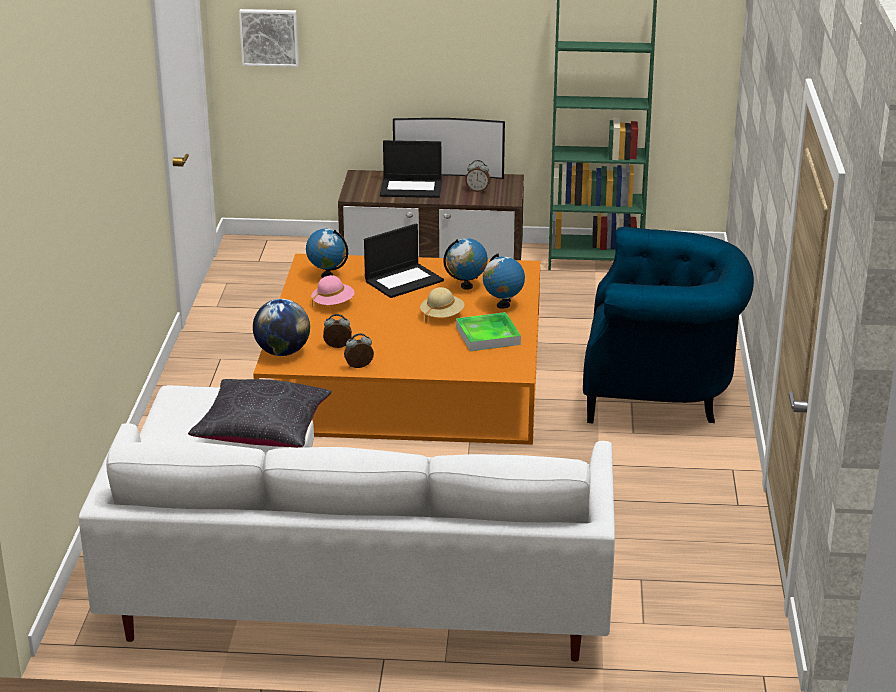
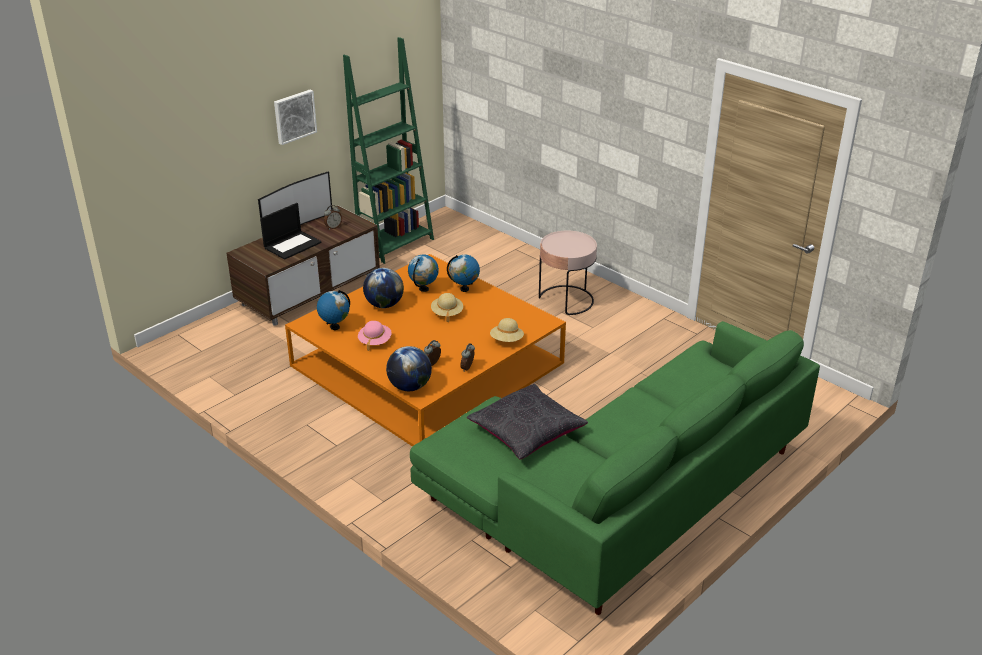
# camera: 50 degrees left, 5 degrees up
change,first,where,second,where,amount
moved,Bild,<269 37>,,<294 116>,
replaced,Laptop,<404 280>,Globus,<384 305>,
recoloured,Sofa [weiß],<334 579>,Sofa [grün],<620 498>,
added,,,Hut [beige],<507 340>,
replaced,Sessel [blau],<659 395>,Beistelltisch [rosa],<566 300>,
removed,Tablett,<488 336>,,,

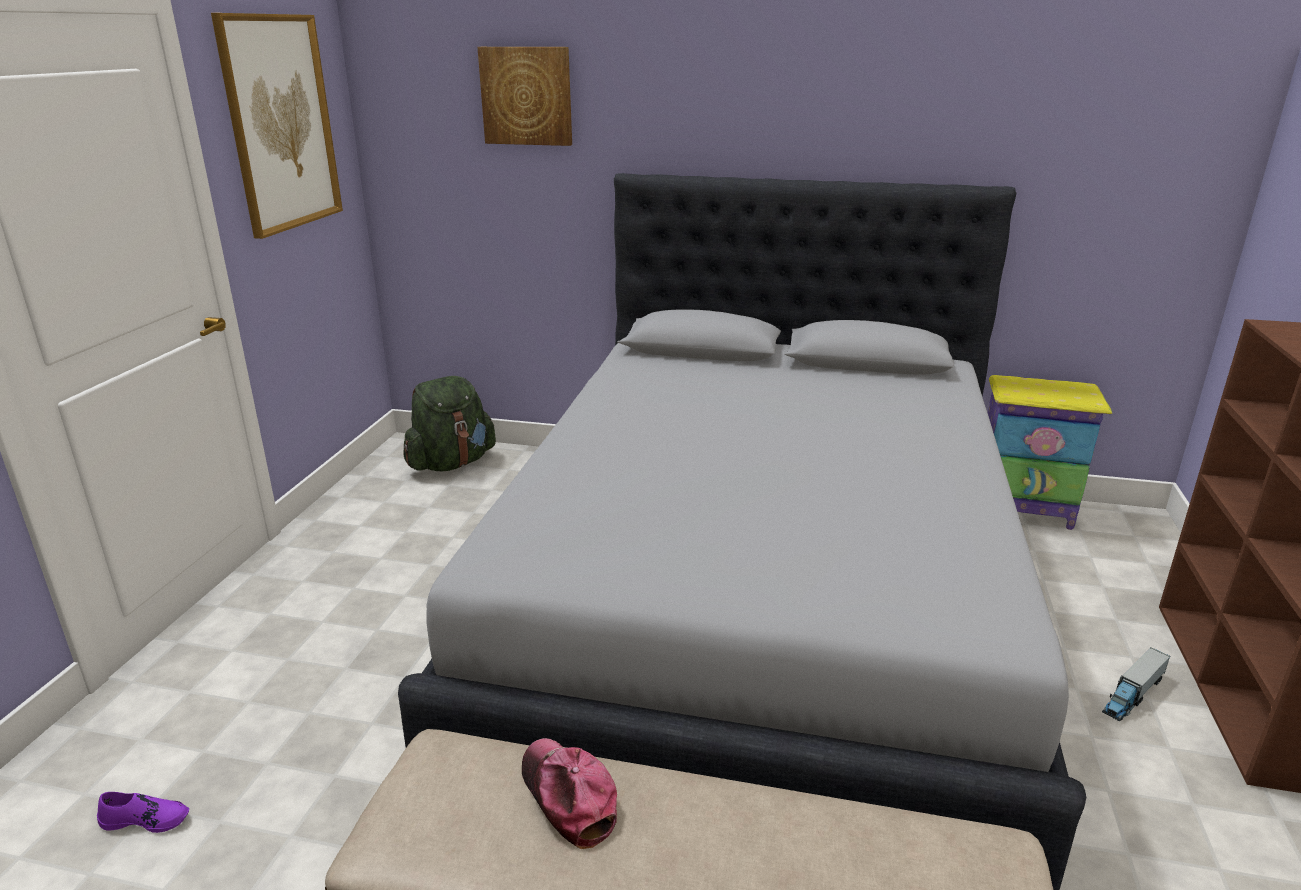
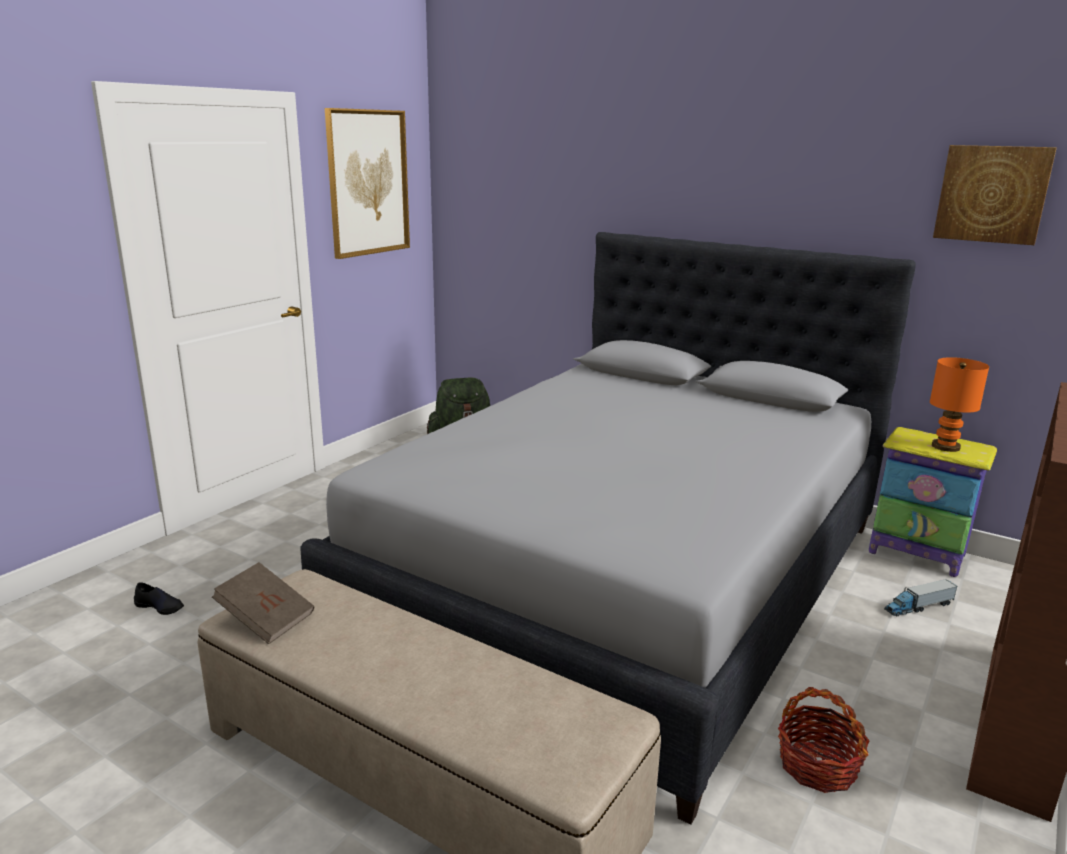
# camera: 20 degrees right, 5 degrees down
change,first,where,second,where,amount
recoloured,Schuh [lila],<146 819>,Schuh [schwarz],<160 607>,
added,,,Buch [braun],<266 619>,
added,,,Korb,<817 766>,
moved,Spielzeuglaster,<1132 695>,,<918 607>,
added,,,Tischlampe [orange],<946 447>,
moved,Bild,<527 96>,,<992 194>,
removed,Kappe,<568 797>,,,

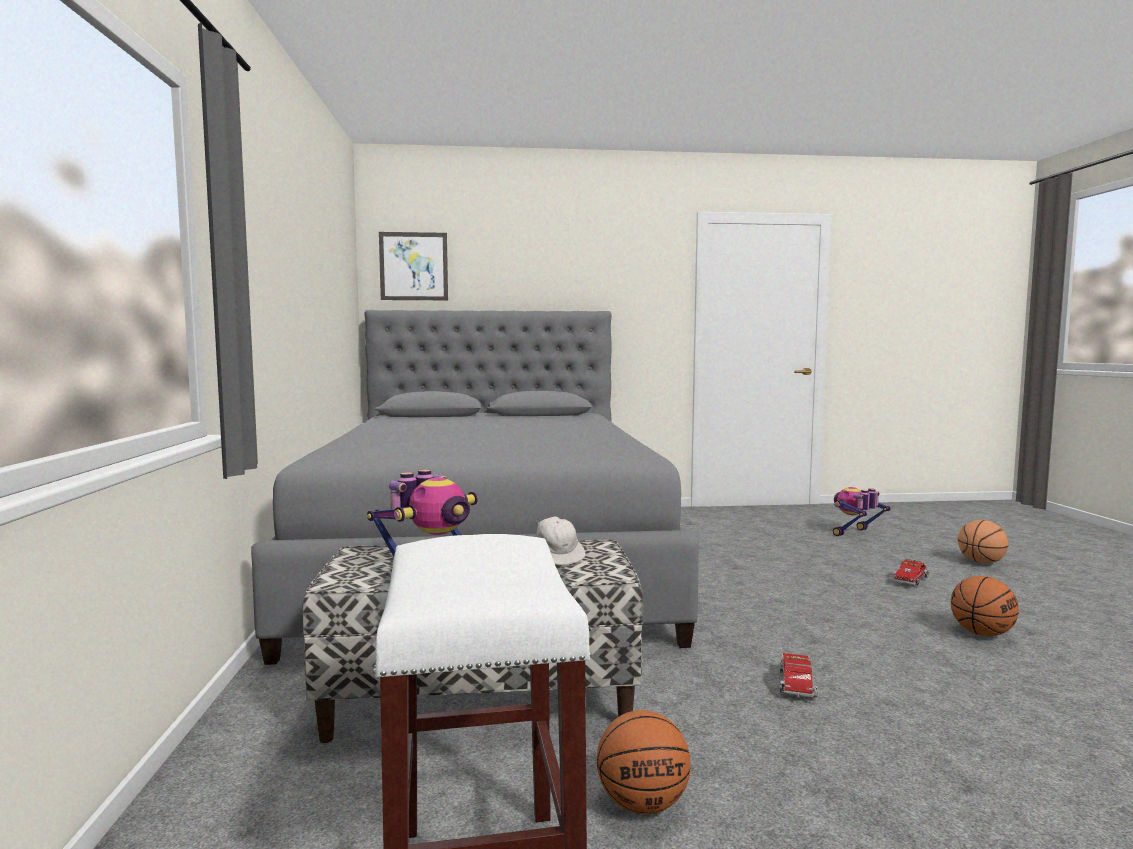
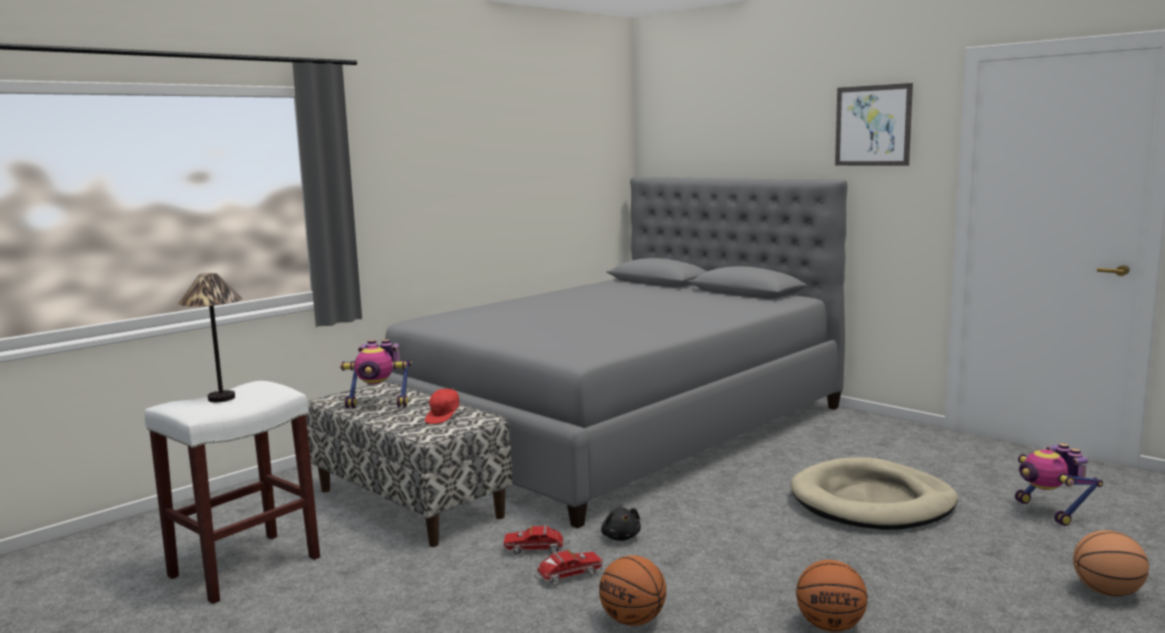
# camera: 50 degrees right, 5 degrees up
change,first,where,second,where,amount
added,,,Tischlampe,<221 398>,
recoloured,Kappe [weiß],<559 556>,Kappe [rot],<444 418>,
moved,Spielzeuglaster,<910 580>,,<537 550>,
moved,Basketball,<642 804>,,<633 620>,
added,,,Plüschtier [schwarz],<620 537>,
added,,,Hundebett [beige],<872 502>,
moved,Bild,<413 266>,,<873 125>,
turned,Spielzeugroboter,<855 534>,,<1049 512>,120 degrees counterclockwise

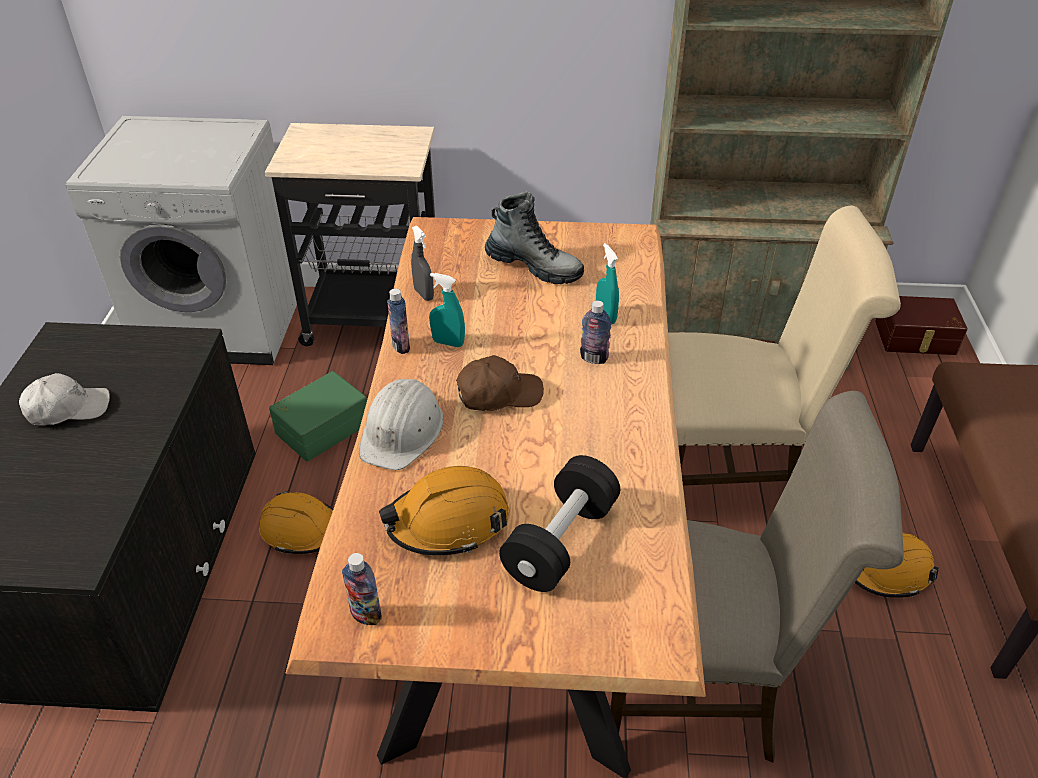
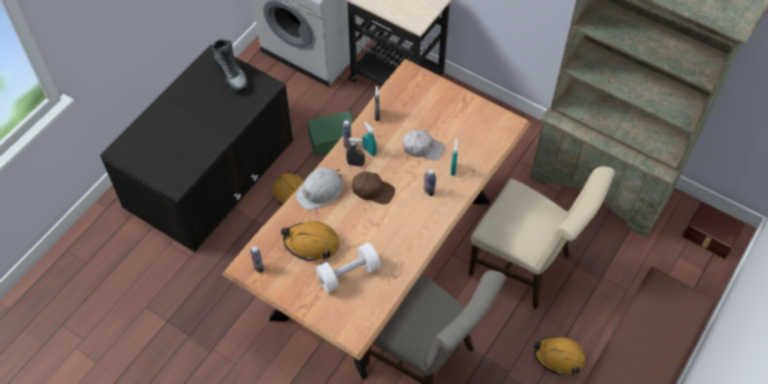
# camera: 30 degrees right, 15 degrees up
change,first,where,second,where,amount
moved,Stiefel,<534 266>,,<232 75>,
recoloured,Hantel [schwarz],<560 541>,Hantel [weiß],<348 274>,
added,,,Sprühflasche [grau],<355 164>,
moved,Kappe [weiß],<68 408>,,<422 148>,

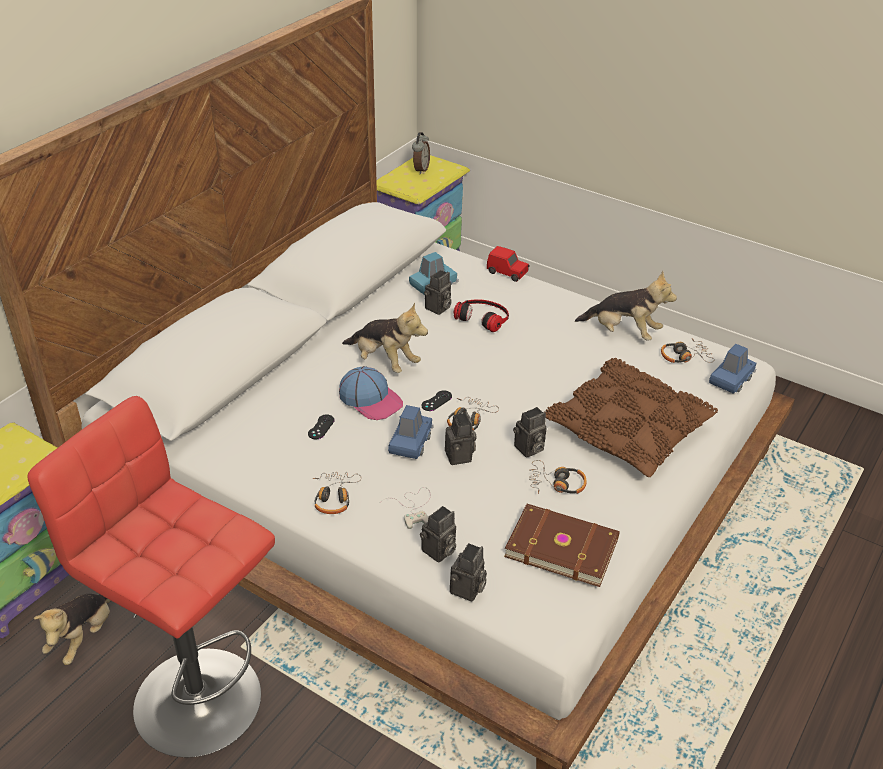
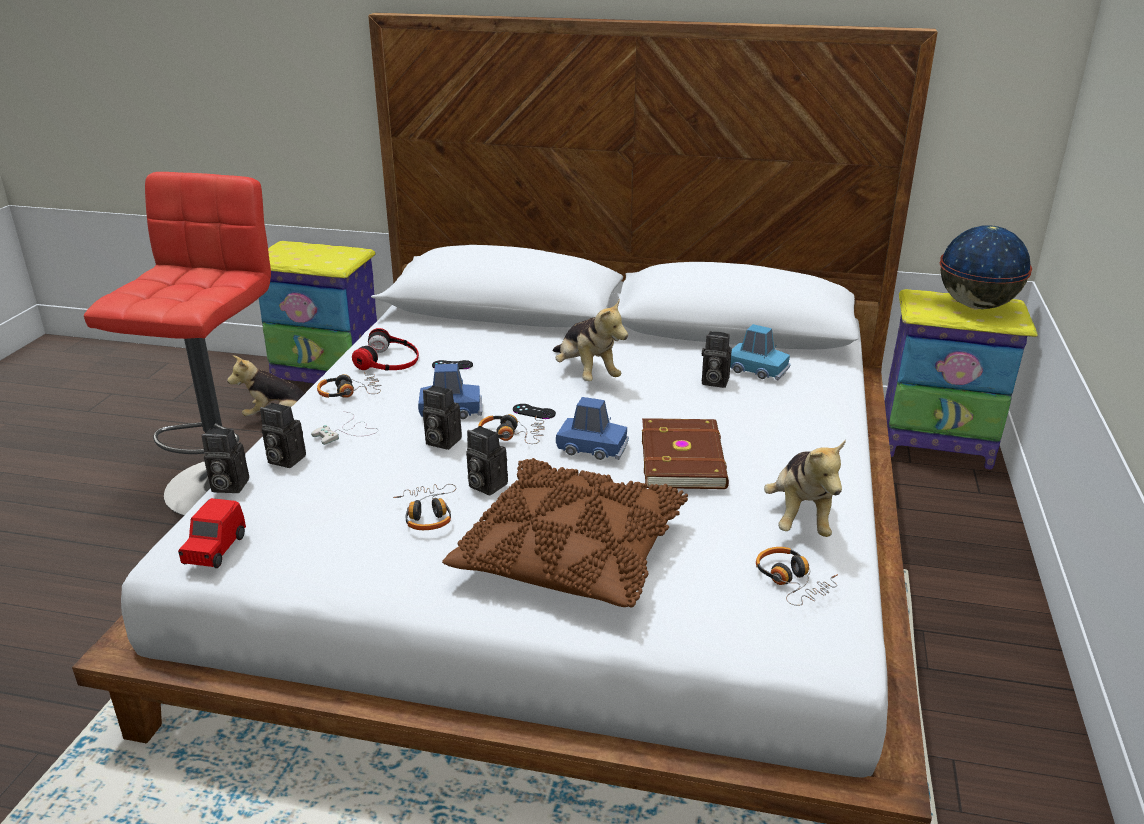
# camera: 70 degrees right, 10 degrees down
change,first,where,second,where,amount
moved,Spielzeugauto [rot],<507 273>,,<215 550>,
moved,Kopfhörer,<483 317>,,<389 360>,
turned,Kamera,<460 457>,,<440 441>,60 degrees clockwise
turned,Plüschtier,<384 361>,,<586 374>,45 degrees counterclockwise
moved,Spielzeugauto [blau],<731 379>,,<592 448>,
moved,Buch [braun],<561 546>,,<685 458>,
replaced,Wecker,<420 170>,Globus,<976 305>,
removed,Kappe,<371 400>,,,

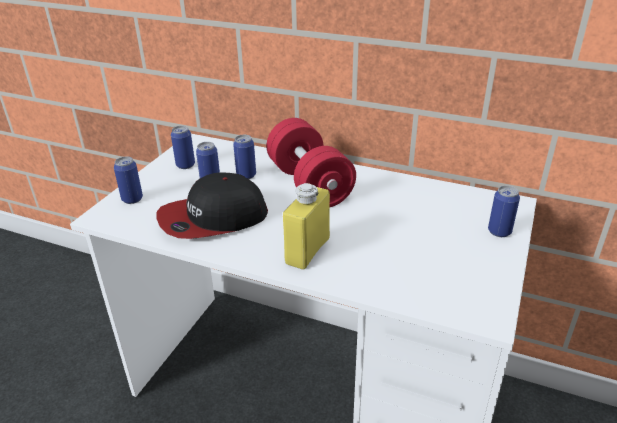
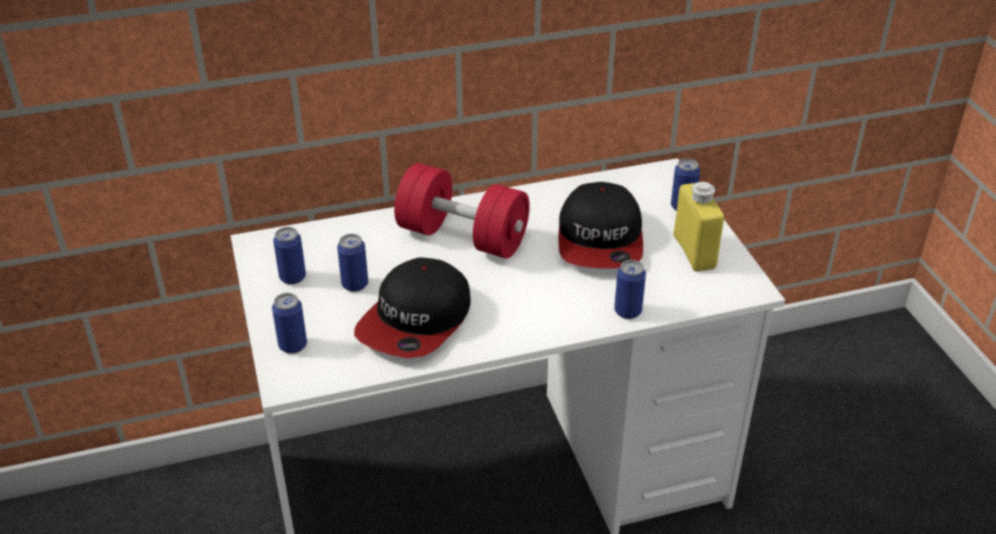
# camera: 40 degrees left, 5 degrees up
change,first,where,second,where,amount
added,,,Kappe,<600 240>,
moved,Dose,<246 175>,,<627 311>,
moved,Flasche [gelb],<307 251>,,<694 252>,

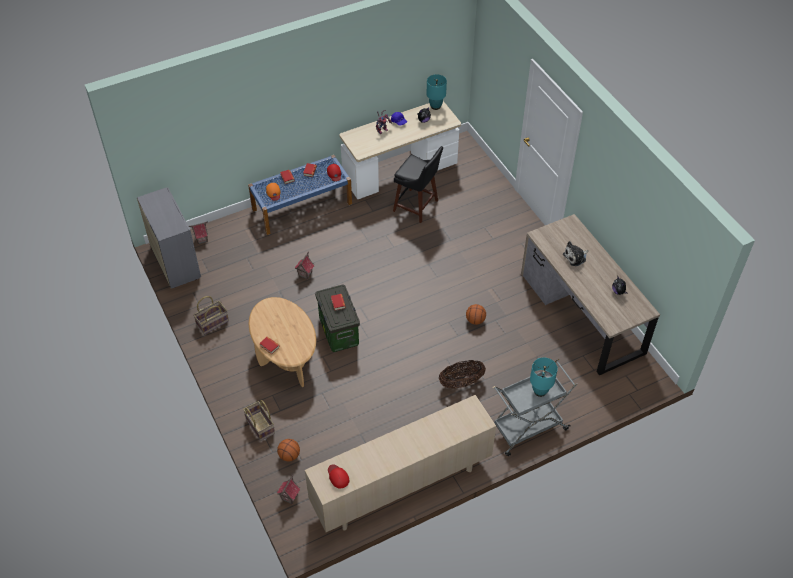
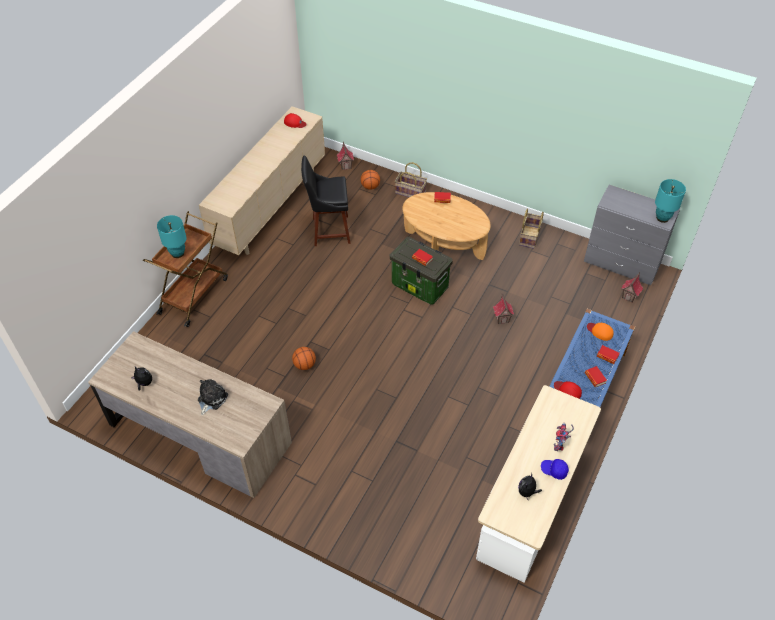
# camera: 145 degrees right, 0 degrees up
change,first,where,second,where,amount
recoloured,Rollwagen [grau],<527 429>,Rollwagen [braun],<194 296>,
moved,Stuhl [schwarz],<417 206>,,<328 230>,
moved,Tischlampe [türkis],<435 106>,,<662 218>,
removed,Korb,<461 382>,,,

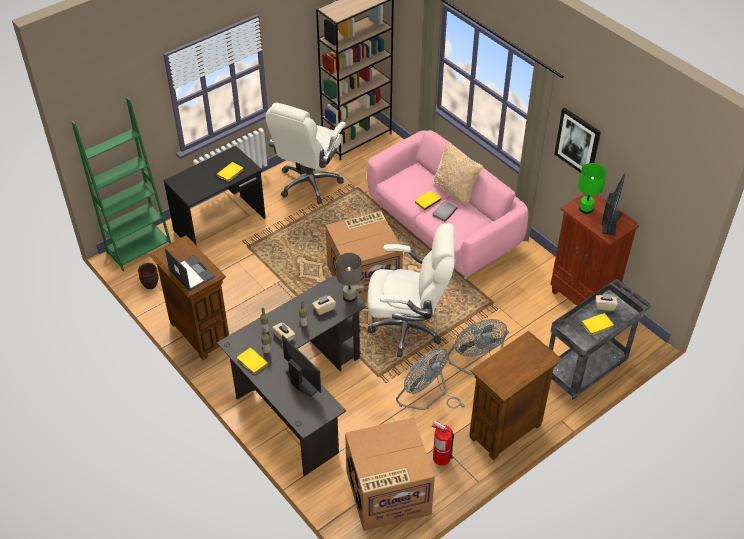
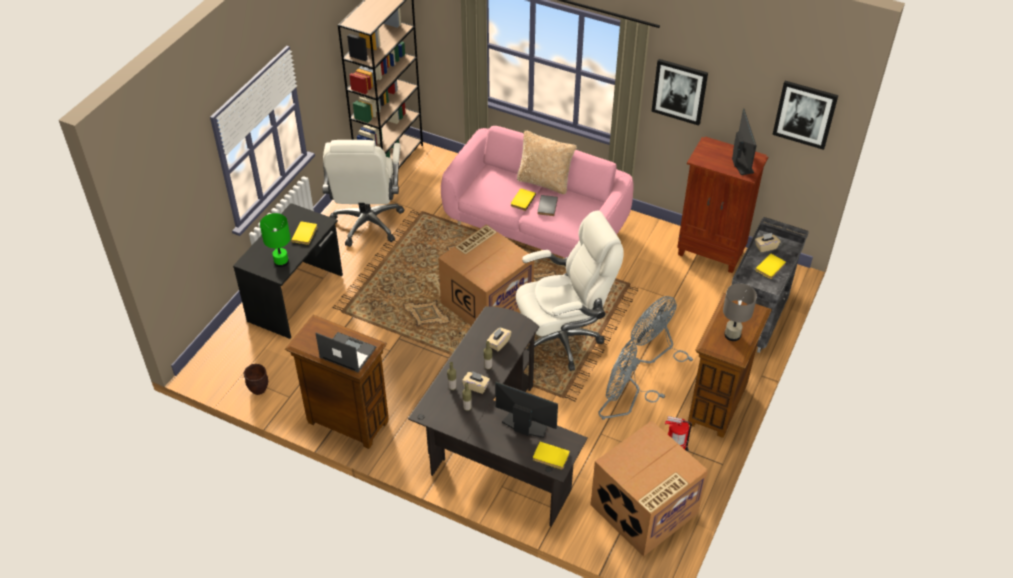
# camera: 25 degrees left, 0 degrees up
change,first,where,second,where,amount
moved,Tischlampe [grün],<586 209>,,<281 262>,
moved,Buch [gelb],<251 362>,,<550 457>,
moved,Tischlampe [grau],<349 296>,,<732 335>,
added,,,Bild,<805 114>,
removed,Bücherregal [grün],<139 249>,,,

